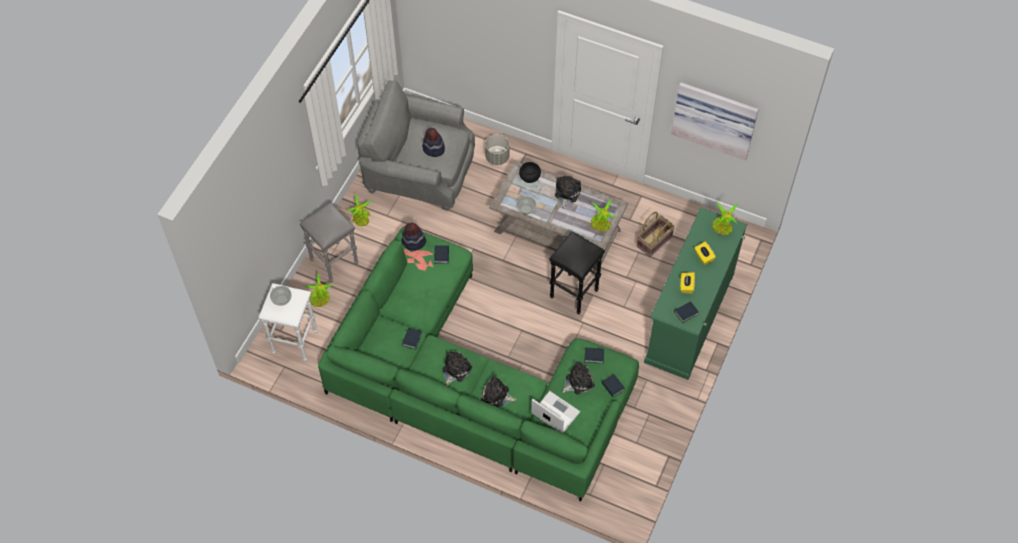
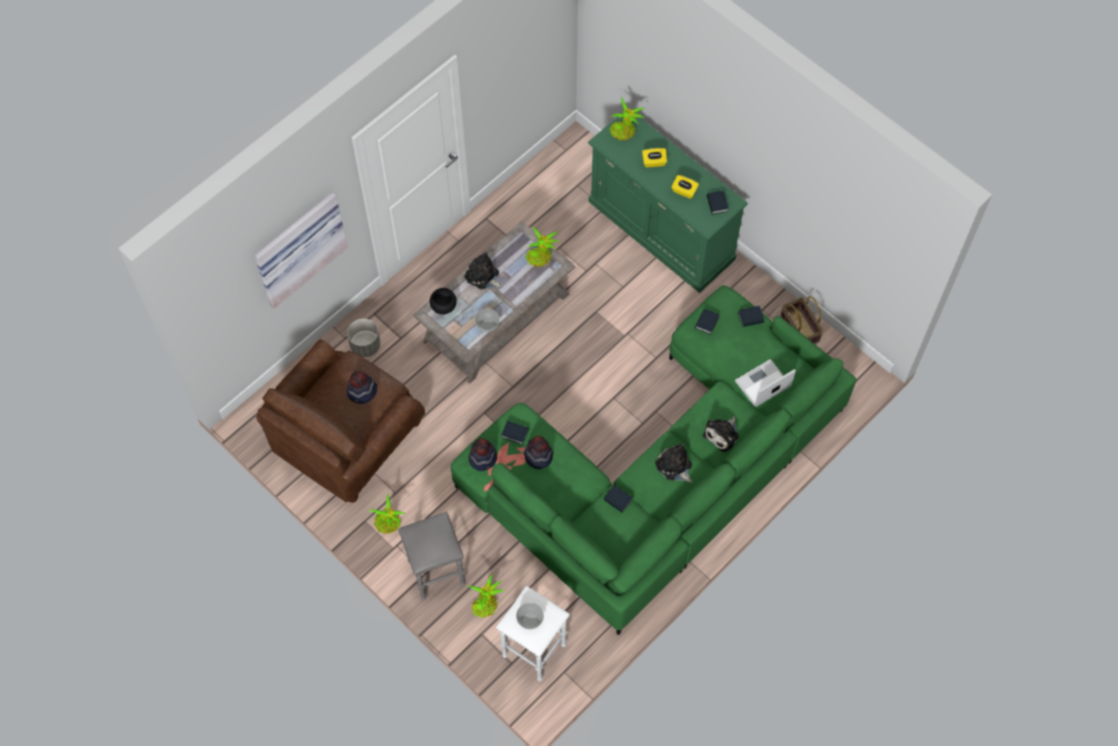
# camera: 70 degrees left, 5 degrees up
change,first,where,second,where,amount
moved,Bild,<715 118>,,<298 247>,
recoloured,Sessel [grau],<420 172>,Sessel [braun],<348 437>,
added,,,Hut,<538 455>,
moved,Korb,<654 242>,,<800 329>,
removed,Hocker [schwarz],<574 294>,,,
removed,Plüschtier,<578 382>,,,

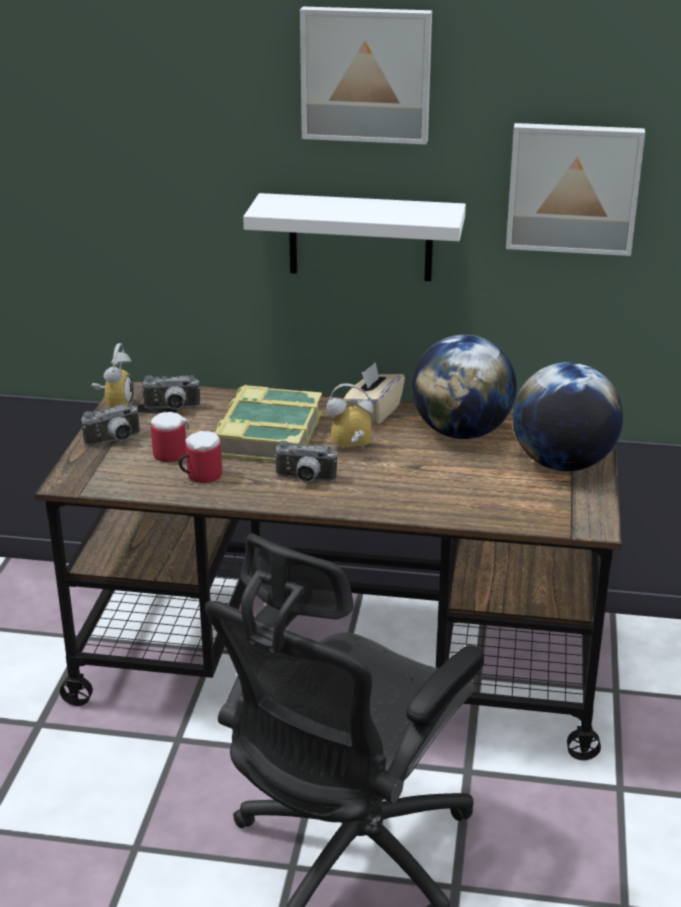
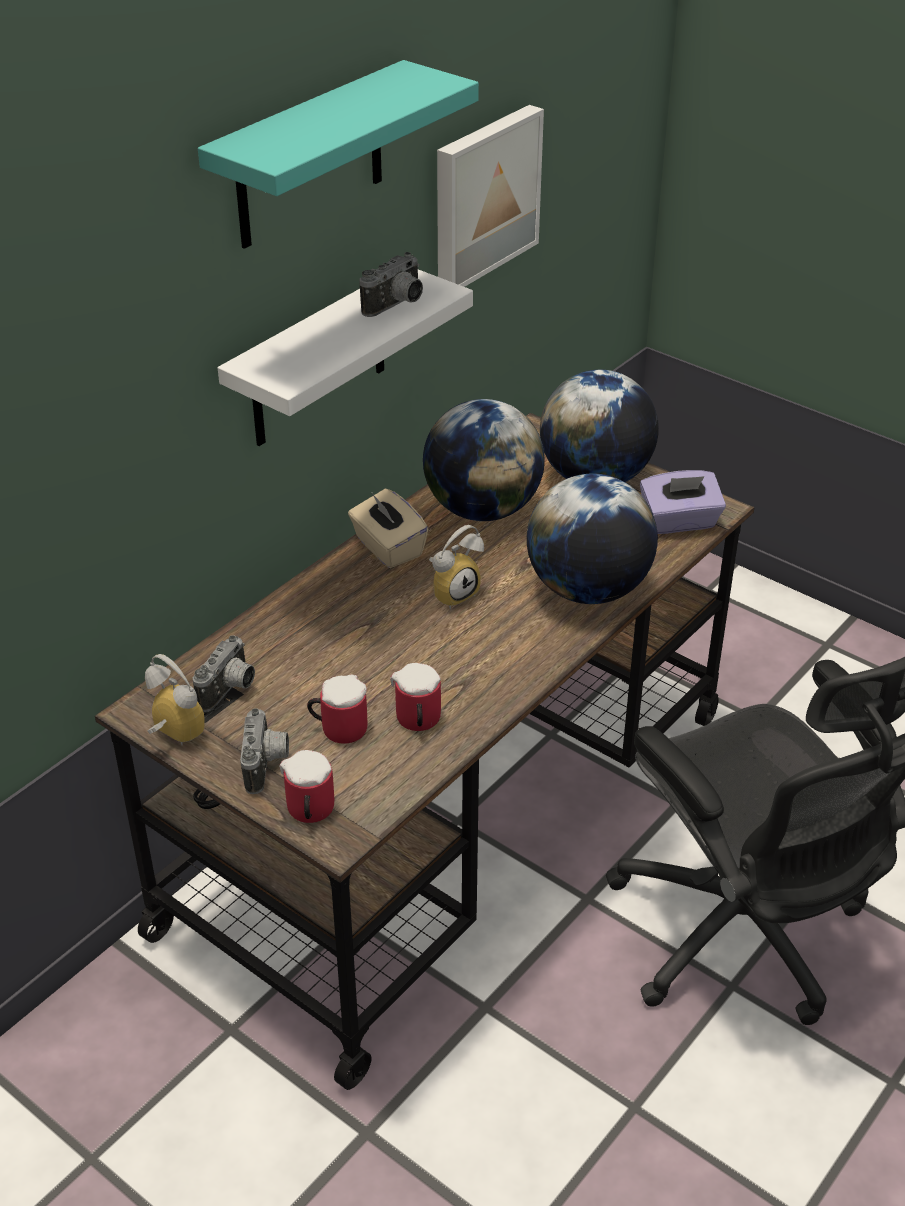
# camera: 60 degrees left, 10 degrees up
change,first,where,second,where,amount
replaced,Bild,<366 74>,Wandregal [türkis],<309 157>,
added,,,Henkelbecher,<308 812>,
moved,Kamera,<304 480>,,<397 306>,
turned,Wecker,<350 449>,,<453 592>,150 degrees counterclockwise
added,,,Globus,<588 589>,
added,,,Taschentuchbox [lila],<679 522>,
removed,Buch,<266 435>,,,

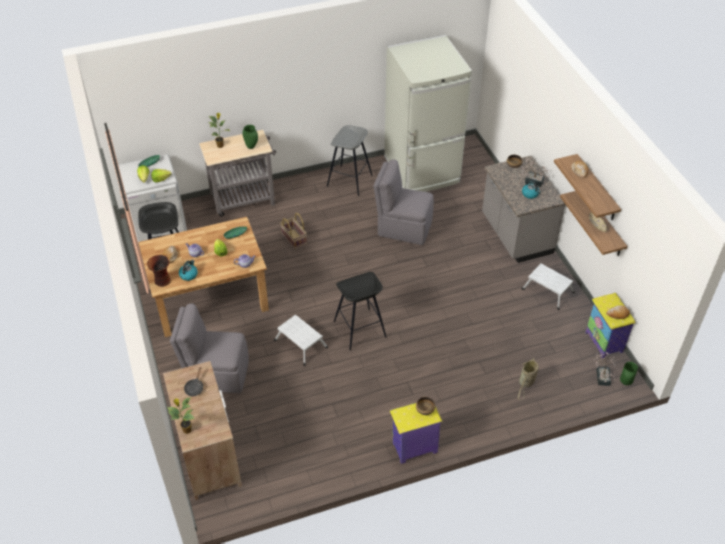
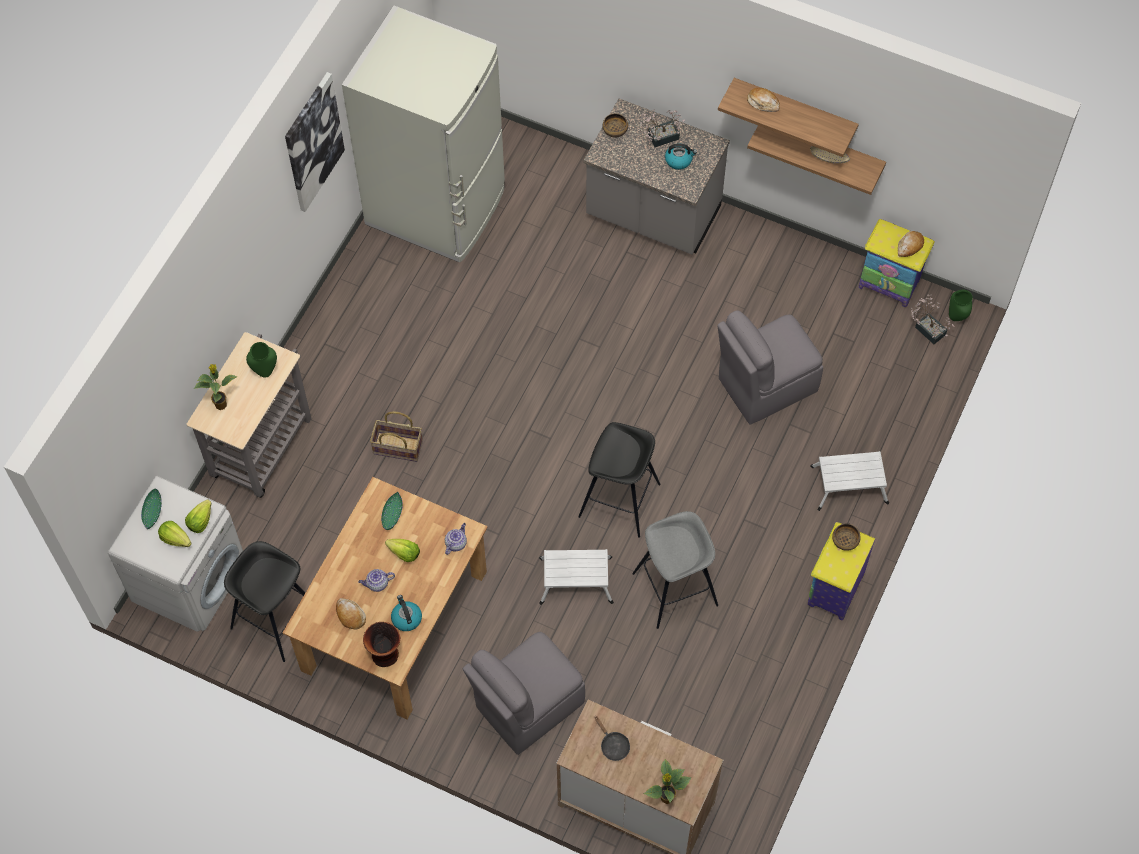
# camera: 45 degrees left, 15 degrees up
change,first,where,second,where,amount
added,,,Bild,<313 142>,
moved,Hocker [grau],<349 181>,,<675 589>,
moved,Stuhl [grau],<403 228>,,<765 385>,
moved,Trittleiter [weiß],<548 291>,,<849 484>,
removed,Korb,<526 383>,,,

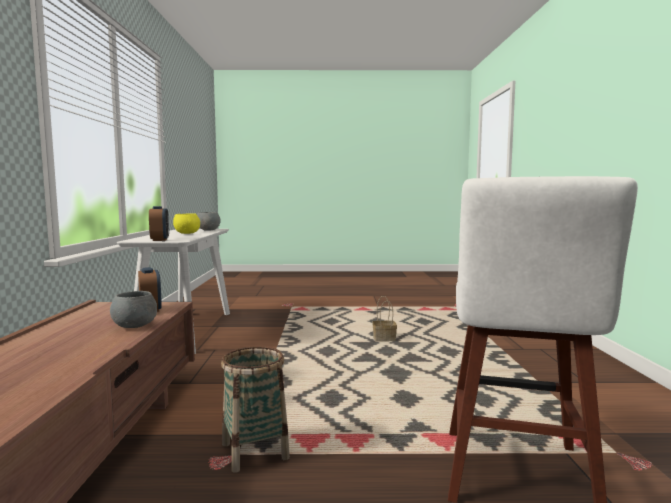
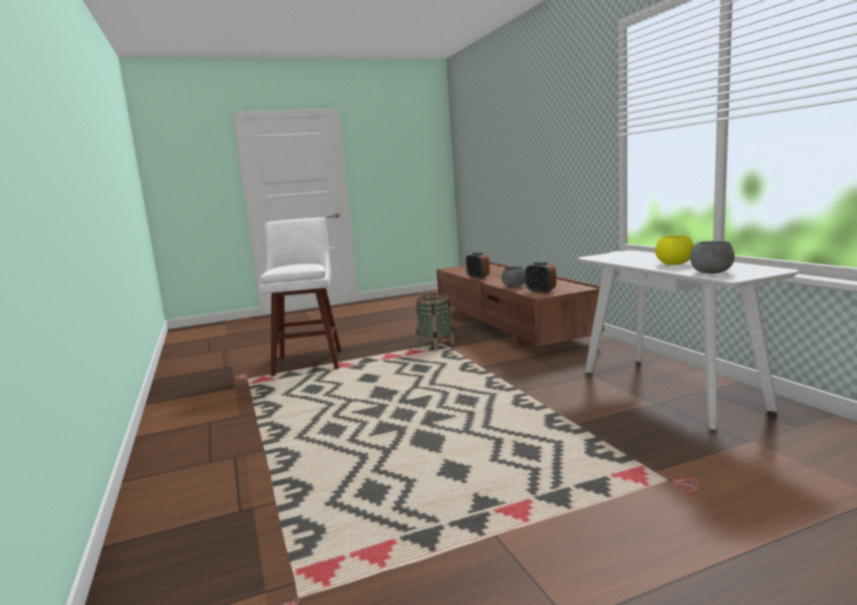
# camera: 160 degrees right, 5 degrees up
change,first,where,second,where,amount
moved,Wecker,<160 240>,,<478 277>,
removed,Korb,<385 338>,,,

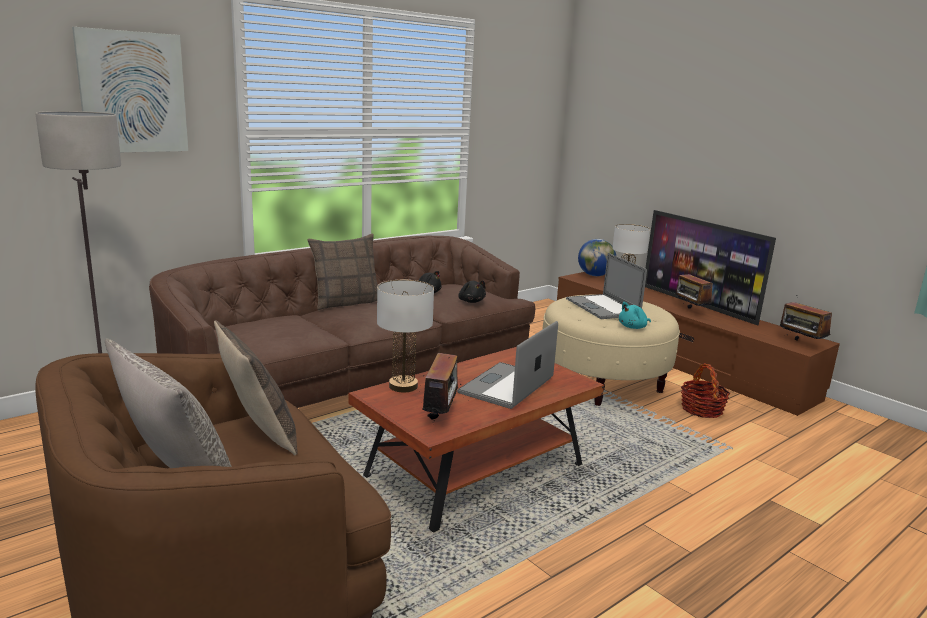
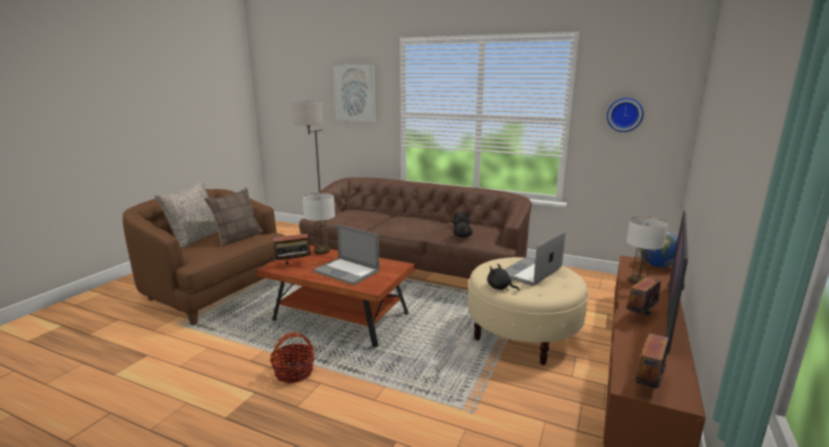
# camera: 65 degrees right, 0 degrees up
change,first,where,second,where,amount
moved,Korb,<701 409>,,<294 372>,
turned,Laptop,<506 386>,,<346 271>,150 degrees counterclockwise
recoloured,Plüschtier [türkis],<633 327>,Plüschtier [schwarz],<500 288>,
added,,,Wanduhr,<624 114>,
removed,Kissen,<346 302>,,,

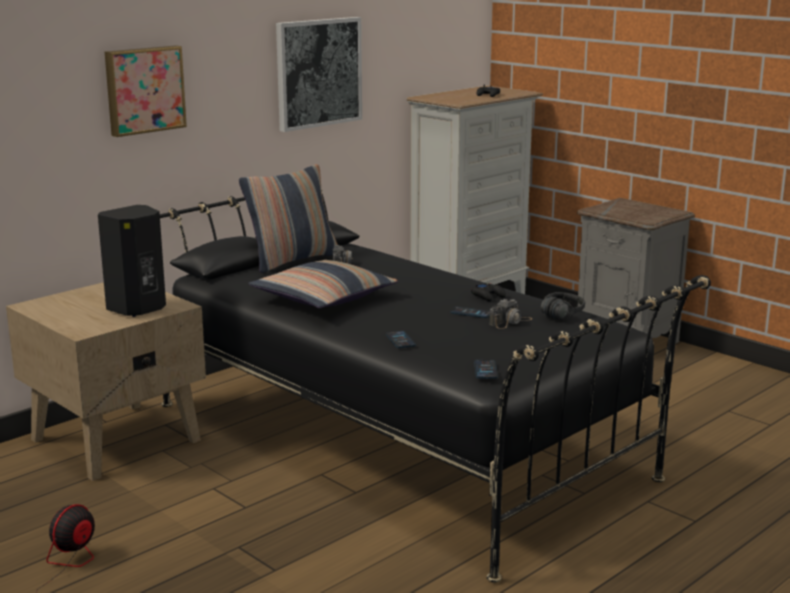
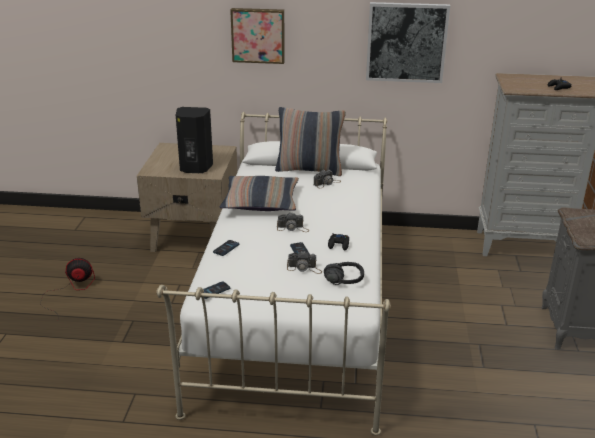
# camera: 50 degrees right, 10 degrees up
change,first,where,second,where,amount
recoloured,Bett [schwarz],<394 441>,Bett [weiß],<296 310>,
added,,,Kamera,<293 228>,

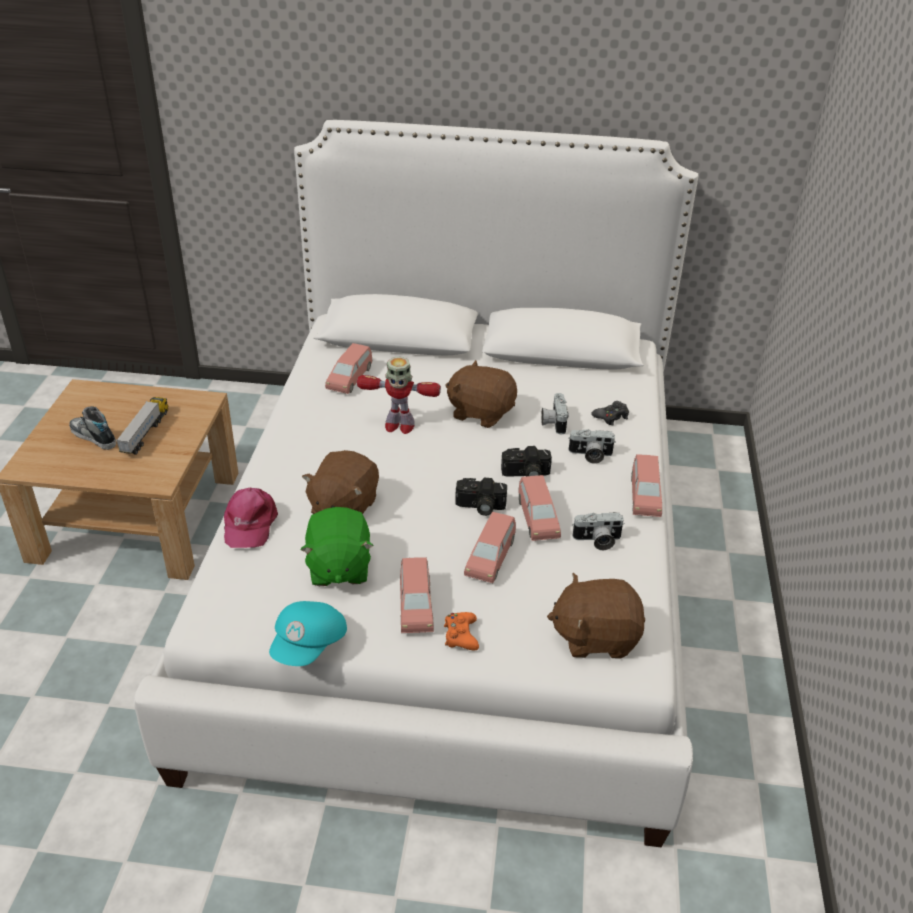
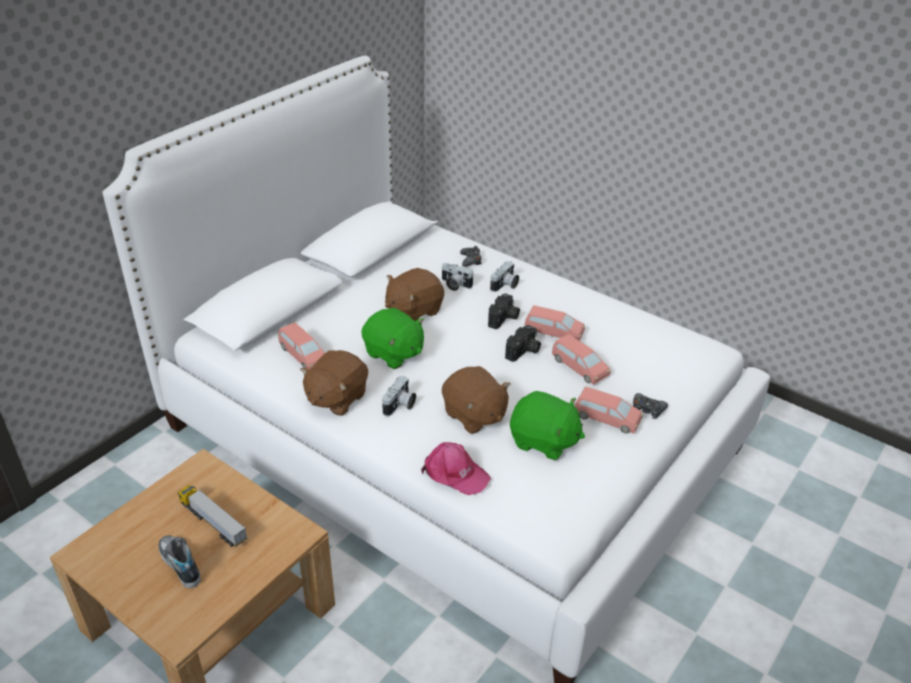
# camera: 60 degrees left, 0 degrees up
change,first,where,second,where,amount
turned,Schuh,<93 437>,,<180 564>,75 degrees clockwise
moved,Plüschtier [braun],<595 636>,,<336 398>,
replaced,Spielzeugroboter,<398 425>,Plüschtier [grün],<393 353>,
moved,Kamera,<597 541>,,<400 405>,
recoloured,Gamepad [orange],<461 635>,Gamepad [schwarz],<647 409>,
removed,Kappe [türkis],<309 645>,,,
removed,Spielzeugauto [rosa],<645 496>,,,

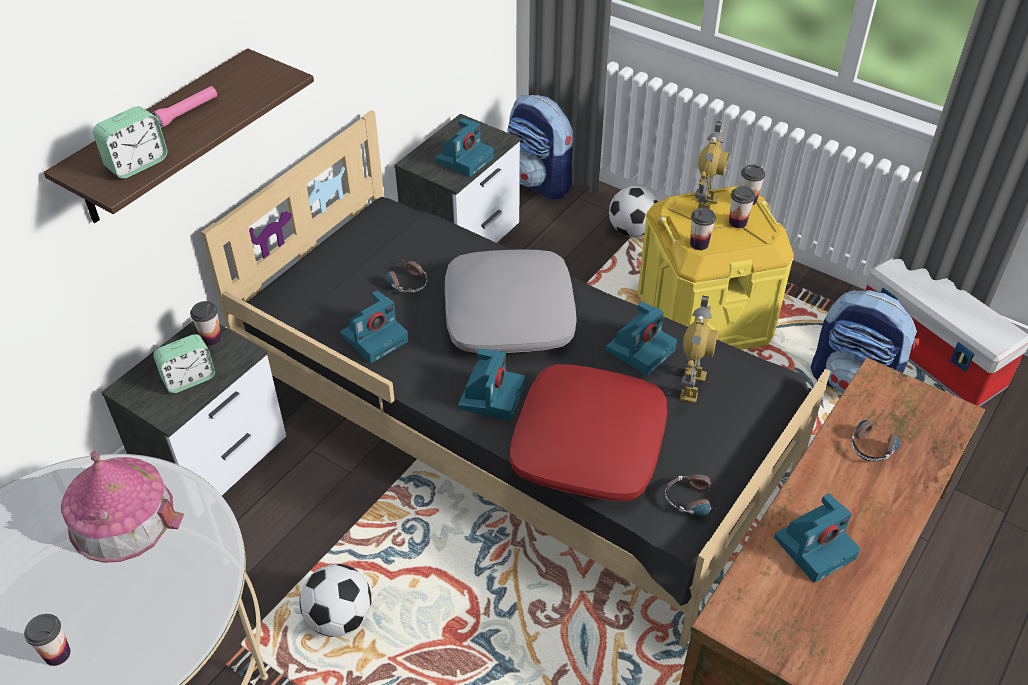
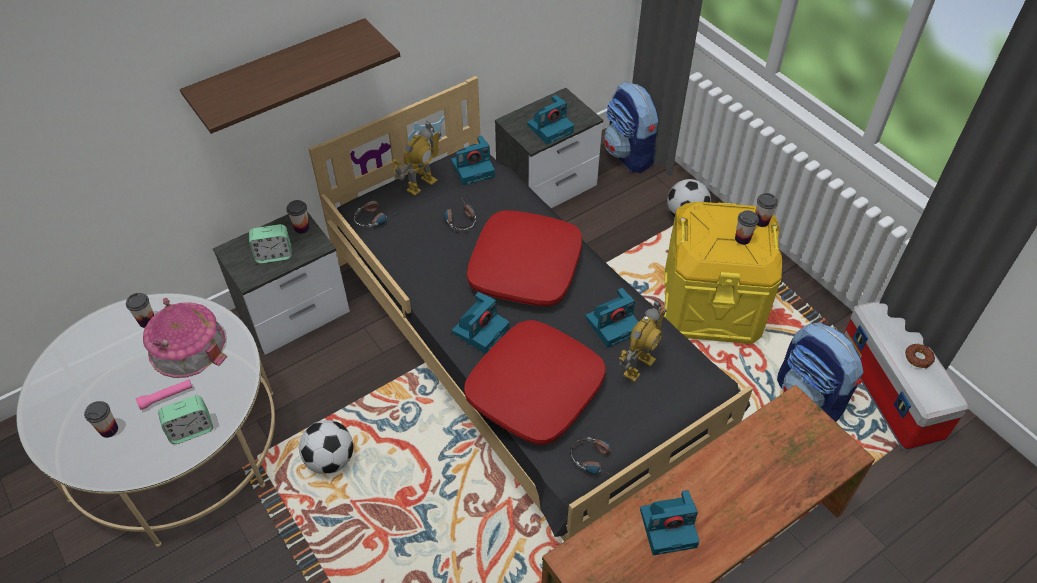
# camera: 20 degrees right, 5 degrees up
change,first,where,second,where,amount
moved,Tasse,<699 244>,,<147 321>,
moved,Taschenlampe [rosa],<187 112>,,<166 397>,
moved,Wecker,<137 164>,,<191 430>,
moved,Kopfhörer,<875 443>,,<376 217>,
moved,Spielzeugroboter,<705 206>,,<421 185>,
moved,Kamera,<375 337>,,<473 169>,
recoloured,Kissen [grau],<508 314>,Kissen [rot],<524 267>,
added,,,Donut,<918 358>,

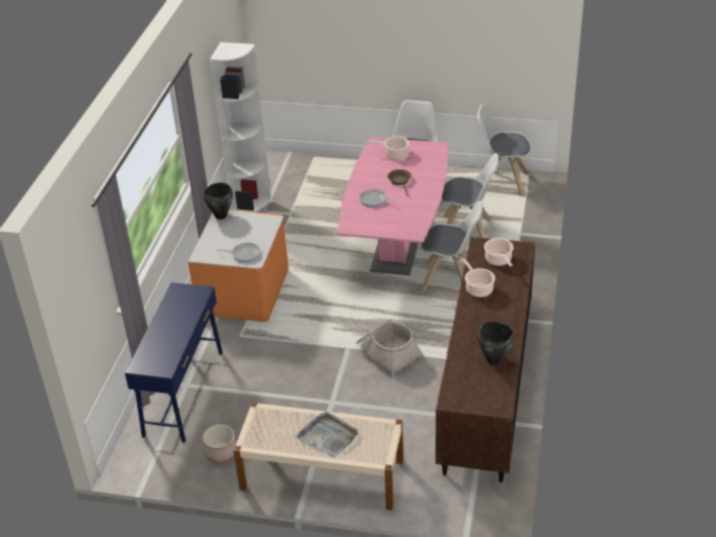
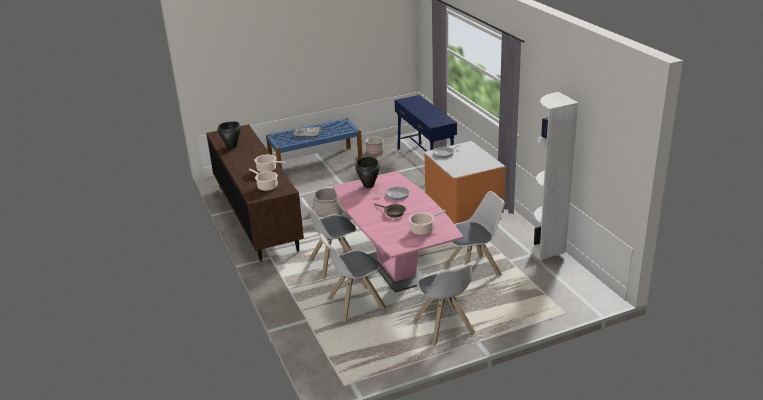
# camera: 145 degrees right, 10 degrees down
change,first,where,second,where,amount
recoloured,Bank [beige],<322 475>,Bank [blau],<316 162>,
moved,Kochtopf [schwarz],<220 216>,,<369 185>,
moved,Stuhl,<501 182>,,<474 270>,

